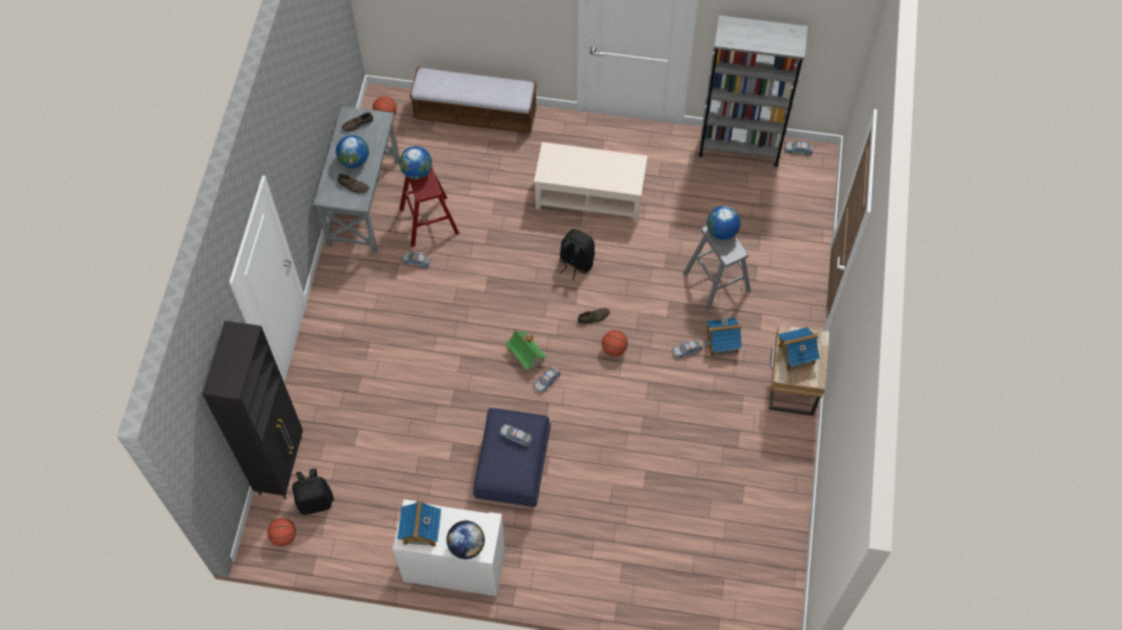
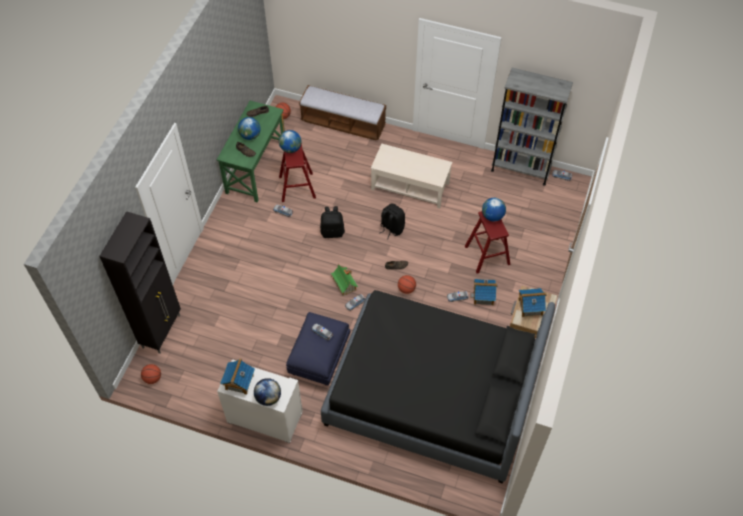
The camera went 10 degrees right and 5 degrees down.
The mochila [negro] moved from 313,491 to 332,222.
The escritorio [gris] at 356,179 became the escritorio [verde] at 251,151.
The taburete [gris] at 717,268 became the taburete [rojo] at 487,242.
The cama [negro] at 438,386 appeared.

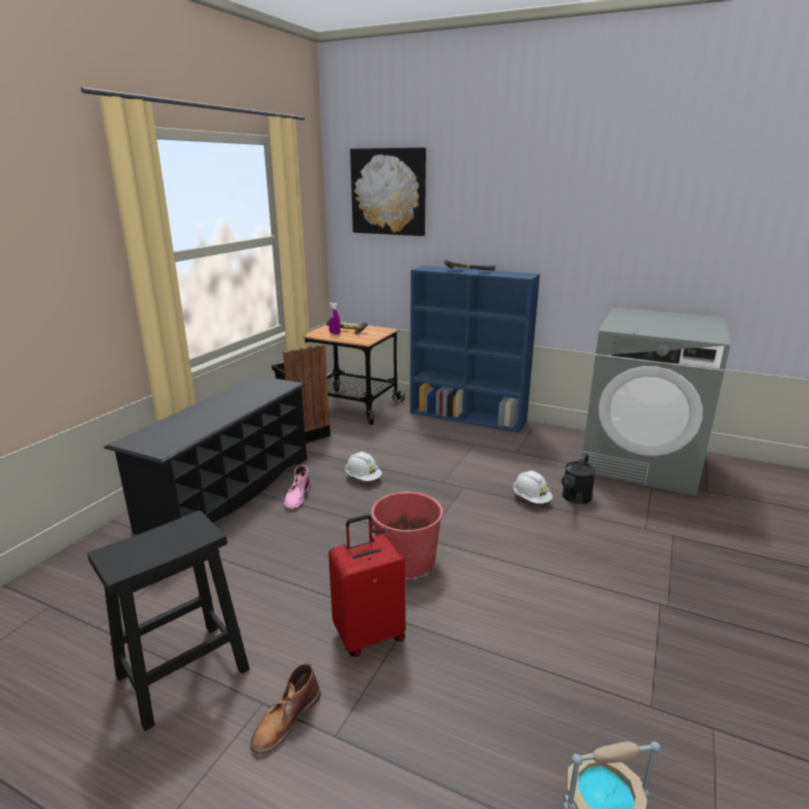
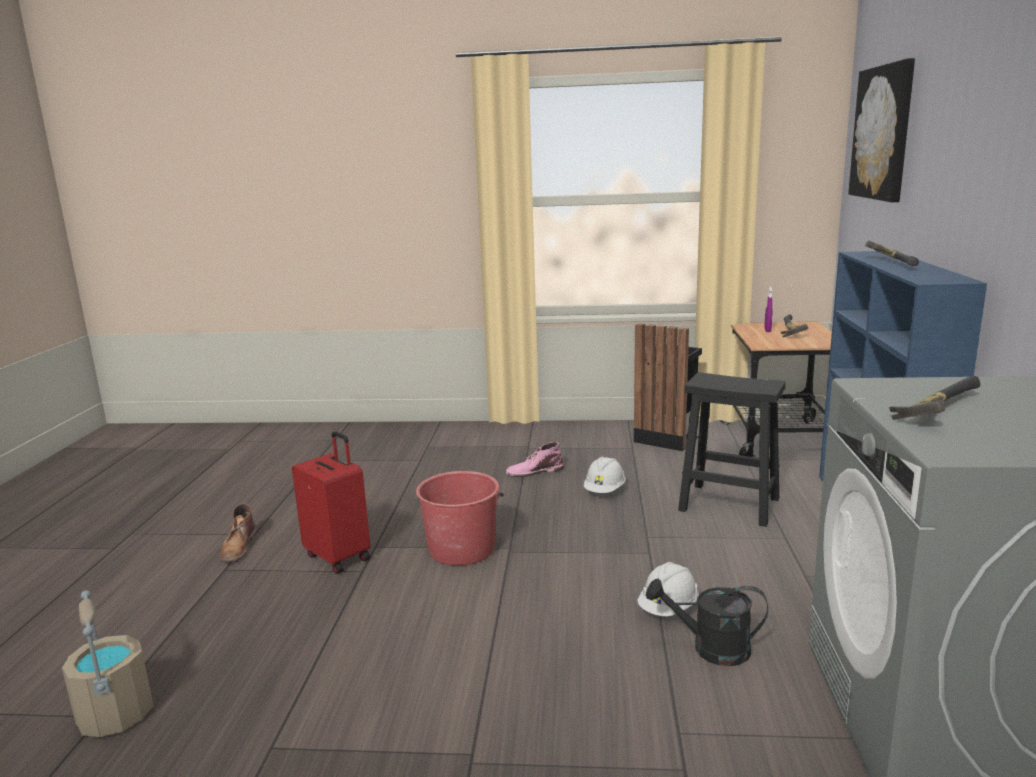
The camera went 70 degrees right and 5 degrees down.
The taburete [negro] moved from 168,621 to 732,449.
The zapatero [negro] at 205,455 disappeared.
The bota [marrón] at 285,708 turned 105 degrees counterclockwise.
The martillo at 934,398 appeared.

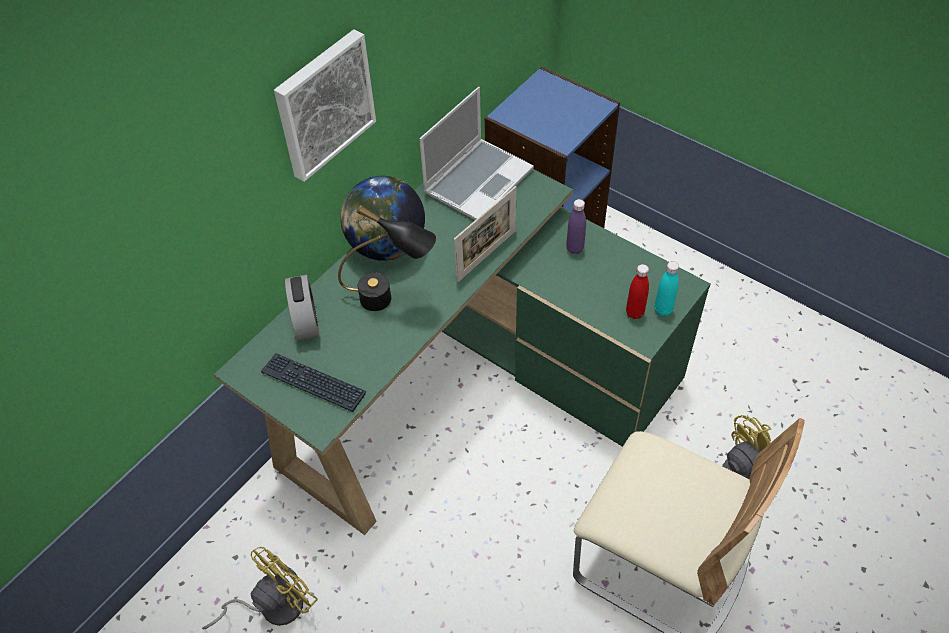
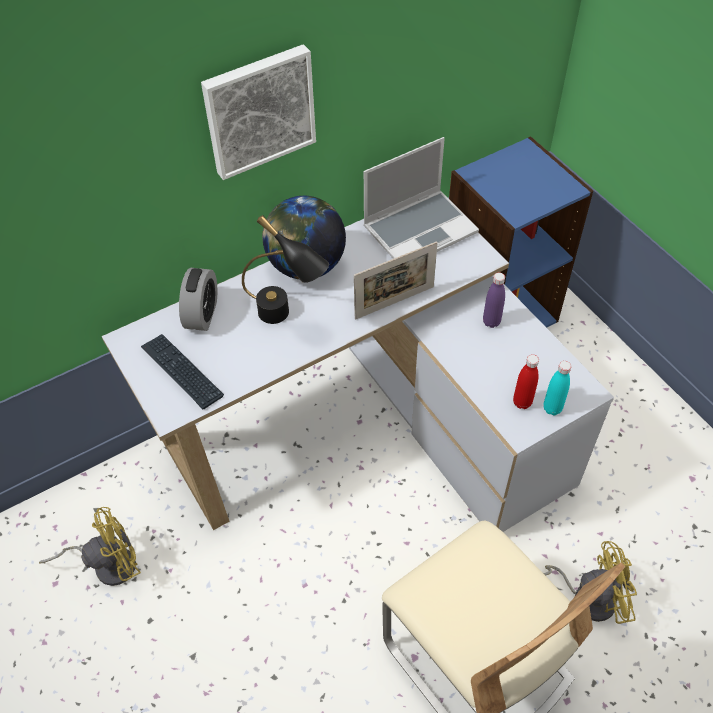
The camera went 20 degrees right and 0 degrees up.
The escritorio [verde] at 462,352 became the escritorio [blanco] at 358,375.

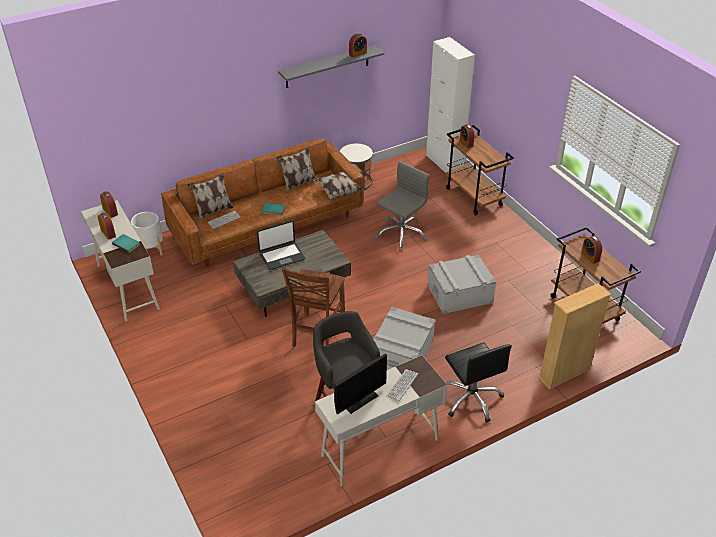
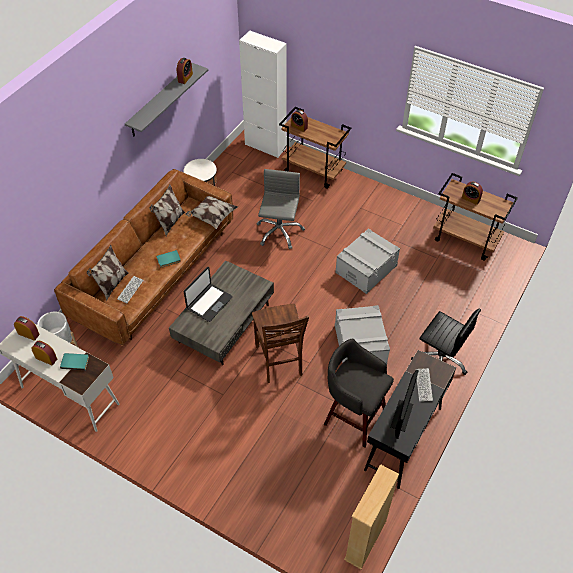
The camera went 30 degrees left and 10 degrees up.
The escritorio [blanco] at 381,420 became the escritorio [negro] at 410,419.
The estantería [beis] moved from 574,336 to 371,516.

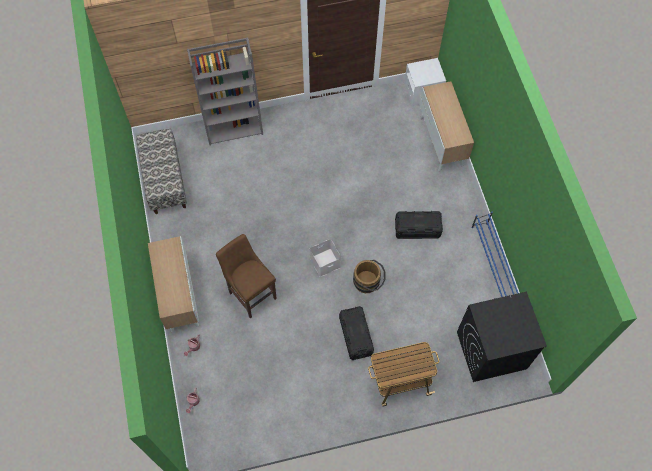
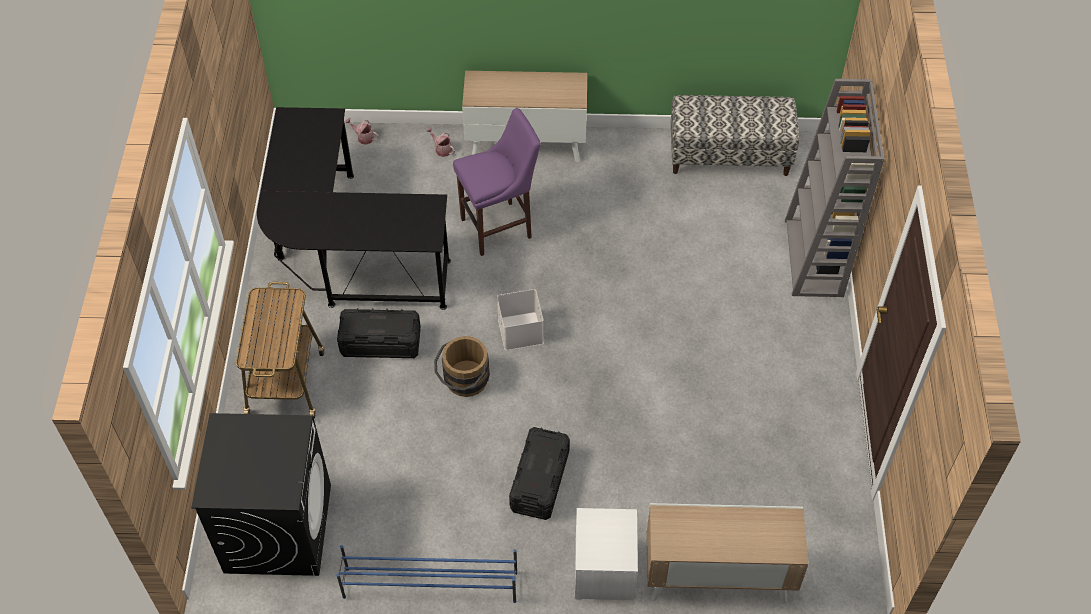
The camera went 105 degrees right and 10 degrees down.
The taburete [marrón] at 246,276 became the taburete [morado] at 497,182.
The mesita de noche [blanco] moved from 425,82 to 606,554.
The escritorio [negro] at 354,208 appeared.

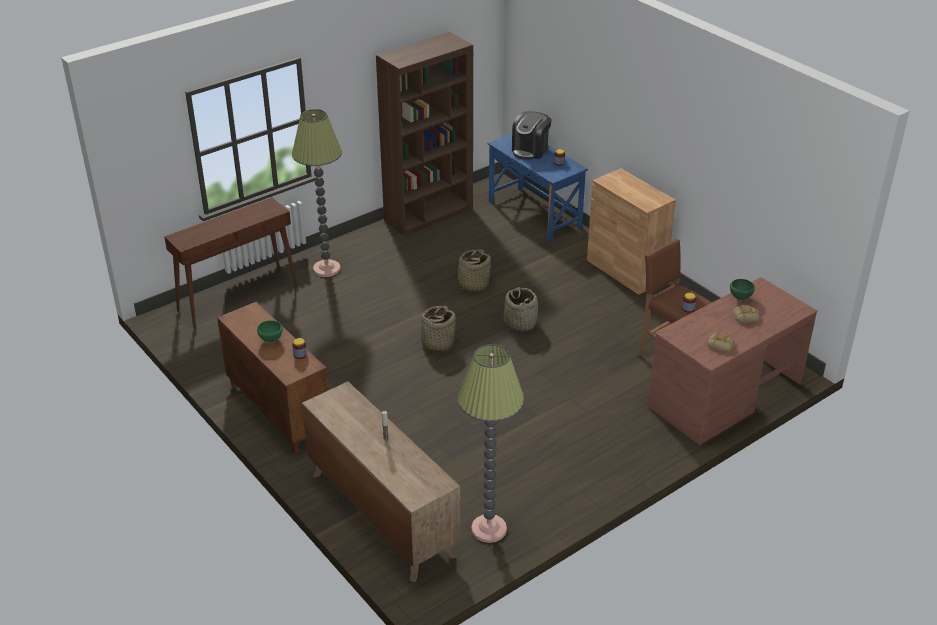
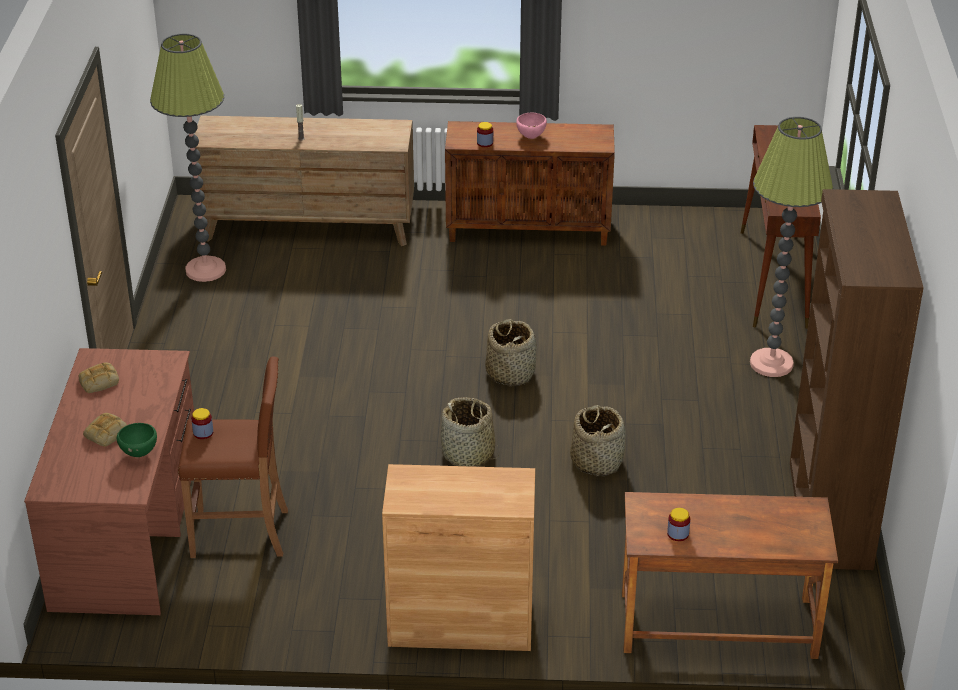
The camera went 130 degrees right and 0 degrees up.
The cuenco [verde] at 270,331 became the cuenco [rosa] at 531,126.
The escritorio [azul] at 538,188 became the escritorio [marrón] at 730,575.
The cafetera at 531,135 disappeared.

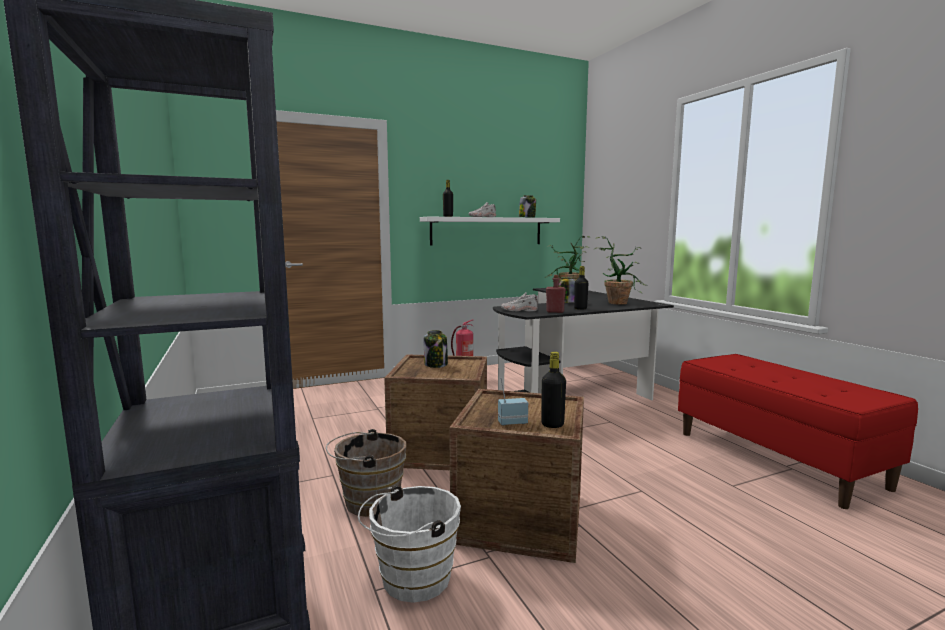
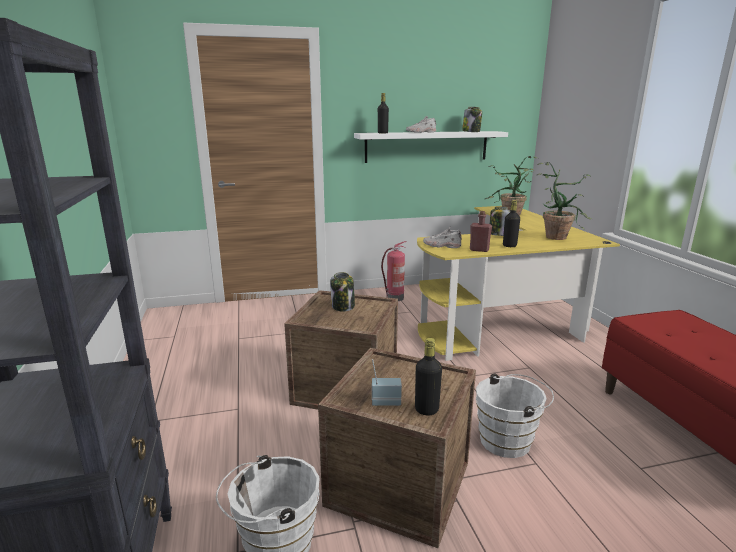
The camera went 10 degrees right and 10 degrees up.
The cubo [marrón] at 366,473 disappeared.
The escritorio [negro] at 583,344 became the escritorio [amarillo] at 518,283.
The cubo [blanco] at 515,415 appeared.

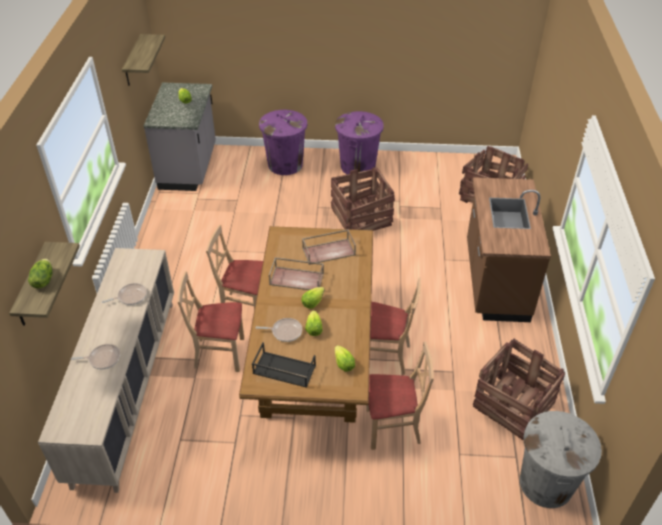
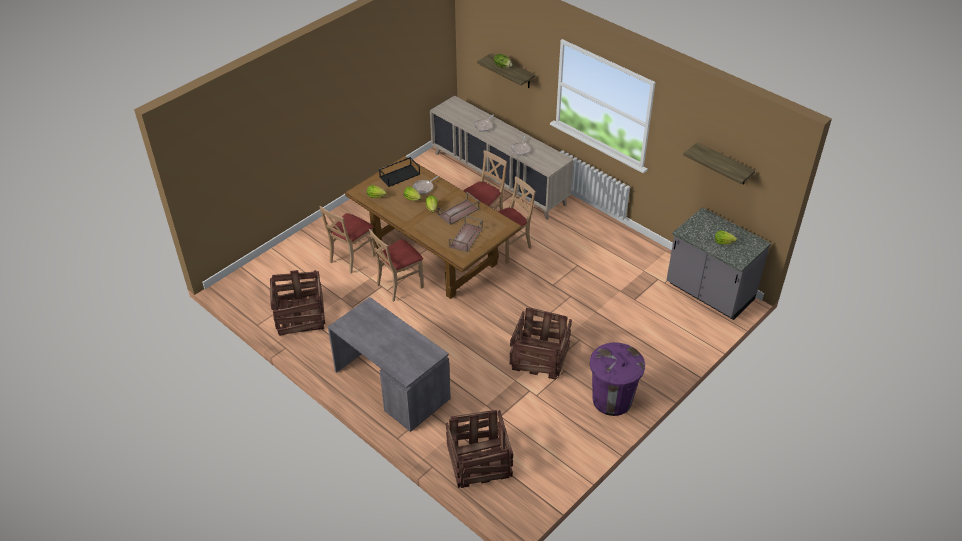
The camera went 130 degrees right and 0 degrees up.
The papelera [morado] at 283,142 disappeared.
The mueble bajo de cocina [marrón] at 509,249 was replaced by the escritorio [gris] at 389,364.
The papelera [gris] at 561,459 disappeared.

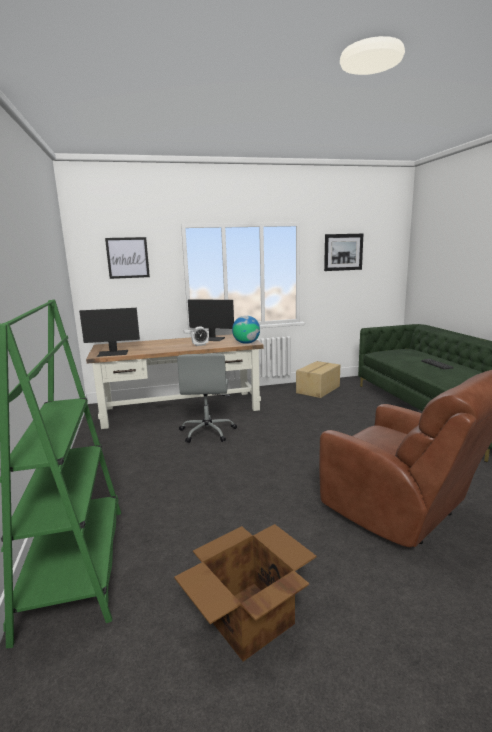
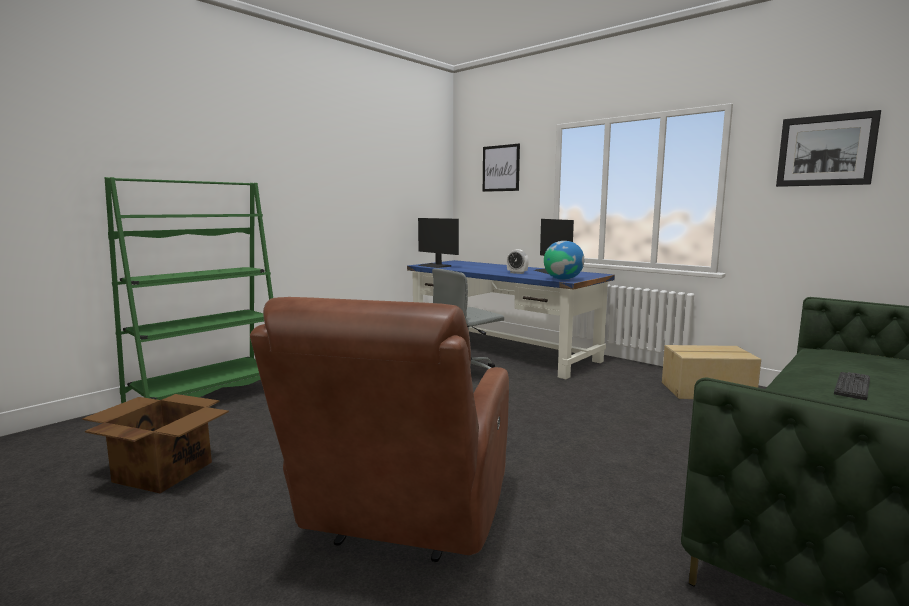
The camera went 55 degrees right and 5 degrees down.
The escritorio [marrón] at 175,381 became the escritorio [azul] at 511,319.

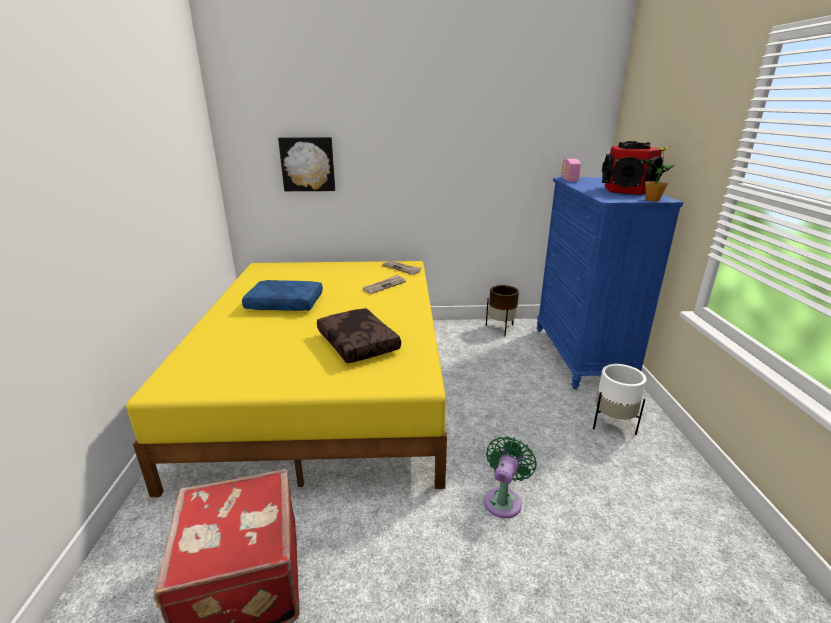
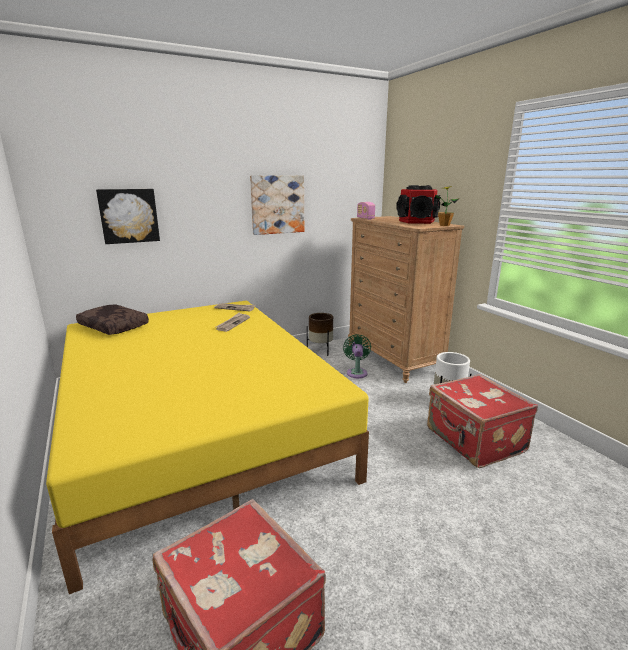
The camera went 25 degrees left and 5 degrees down.
The cojín [azul] at 282,295 disappeared.
The cojín [marrón] moved from 359,335 to 112,319.
The ventilador [verde] moved from 510,477 to 357,356.
The cómoda [azul] at 610,283 became the cómoda [marrón] at 406,299.
The cuadro at 277,205 appeared.
The maleta [rojo] at 482,421 appeared.

